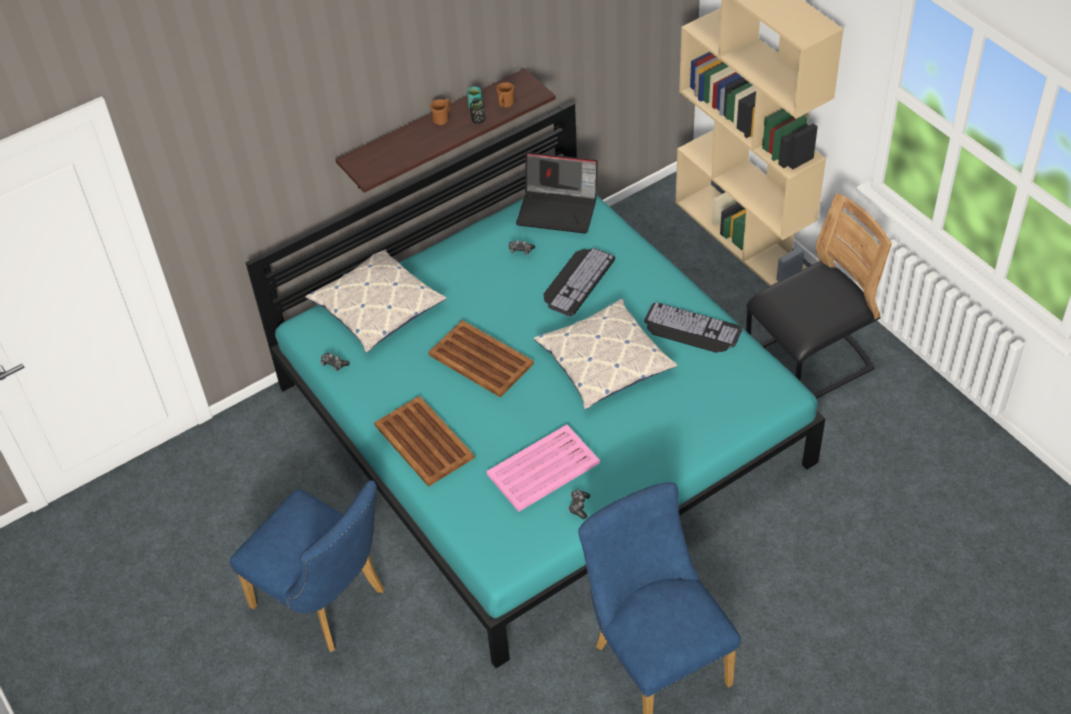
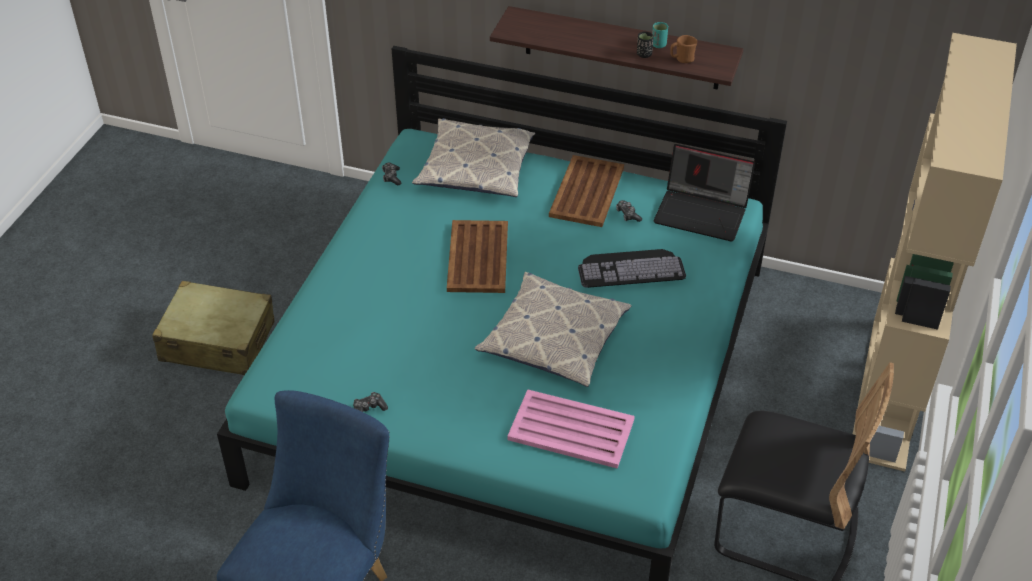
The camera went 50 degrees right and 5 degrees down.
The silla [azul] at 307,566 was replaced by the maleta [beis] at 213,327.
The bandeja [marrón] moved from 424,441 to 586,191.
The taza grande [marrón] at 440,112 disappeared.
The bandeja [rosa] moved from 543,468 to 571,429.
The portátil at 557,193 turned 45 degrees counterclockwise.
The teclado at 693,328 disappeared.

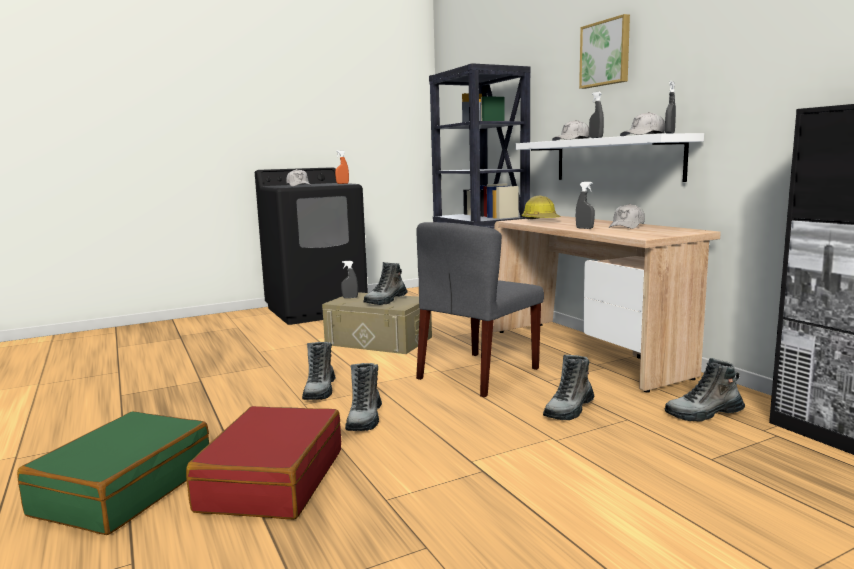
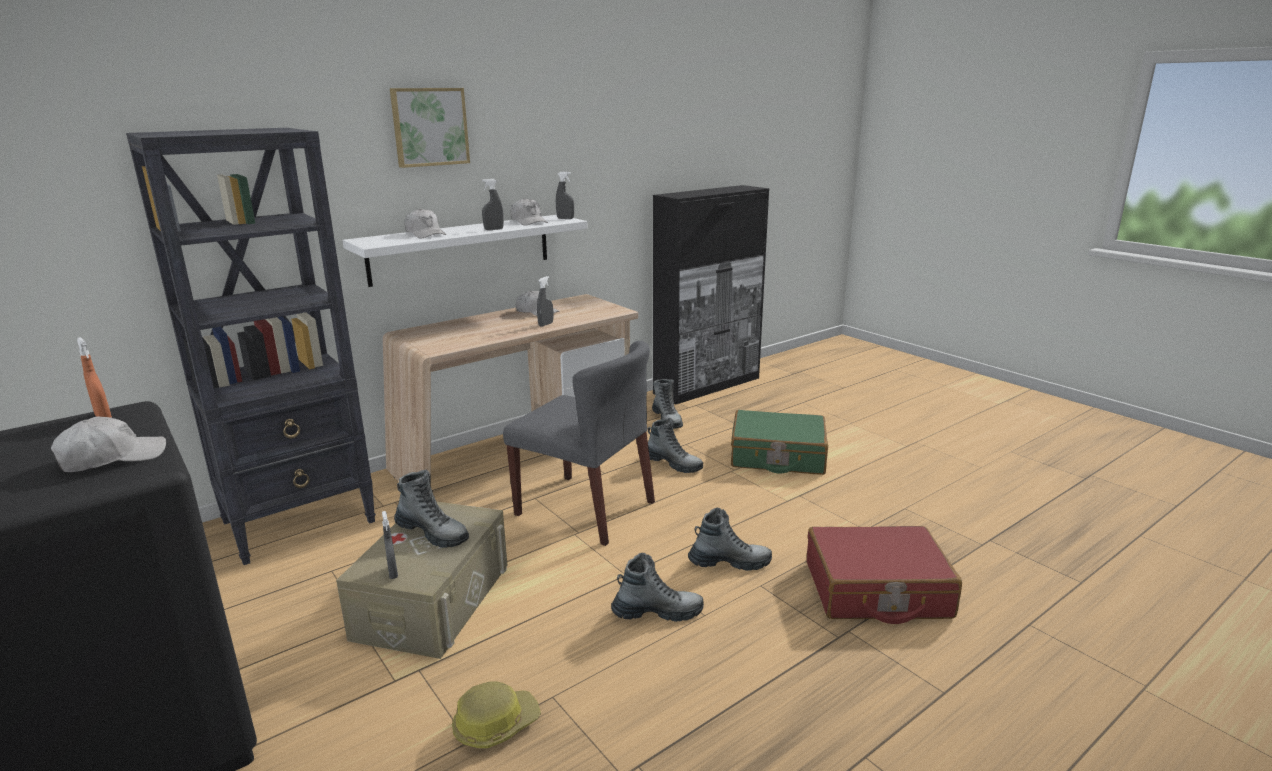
The camera went 100 degrees left and 10 degrees up.
The maleta [verde] moved from 113,473 to 779,442.
The casco moved from 541,207 to 496,714.

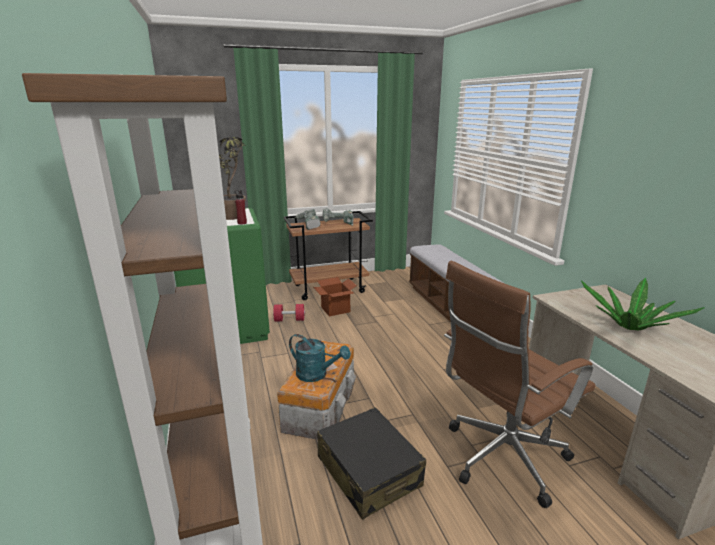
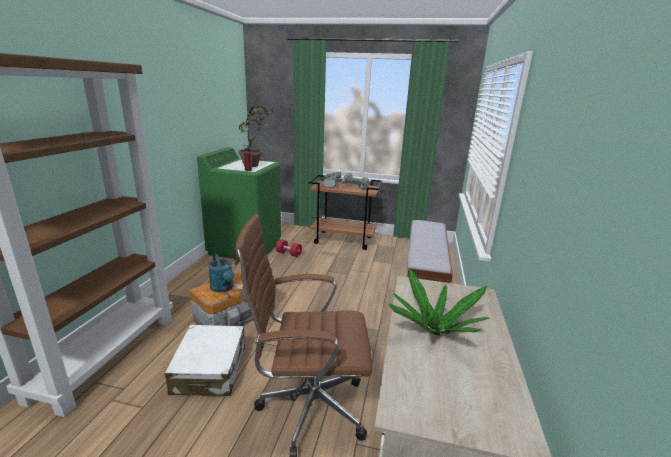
The camera went 30 degrees right and 0 degrees up.
The caja de cartón at 335,297 disappeared.
The maleta [negro] at 371,463 became the maleta [blanco] at 205,360.

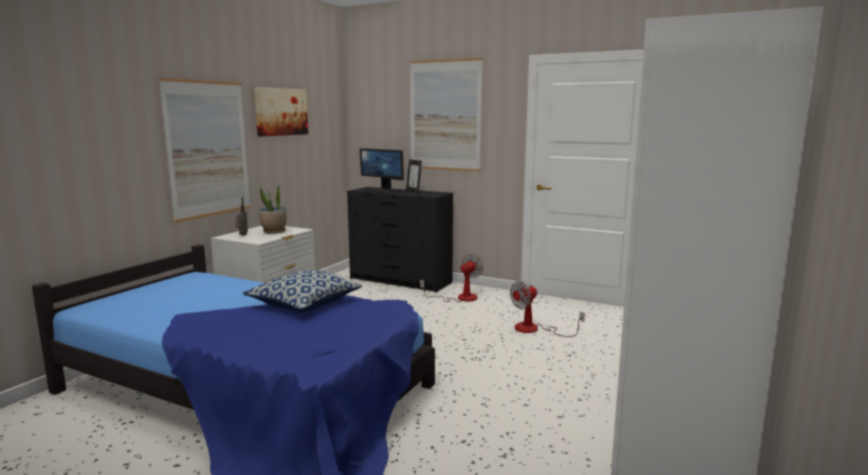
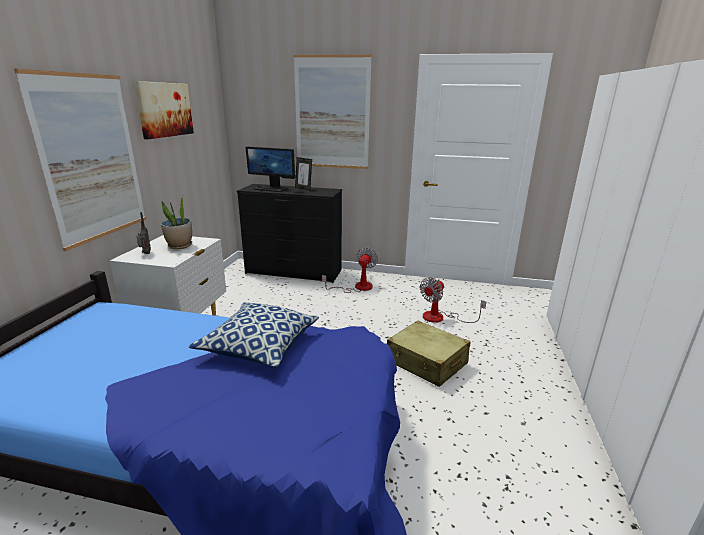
The camera went 15 degrees left and 10 degrees up.
The maleta [beis] at 428,353 appeared.

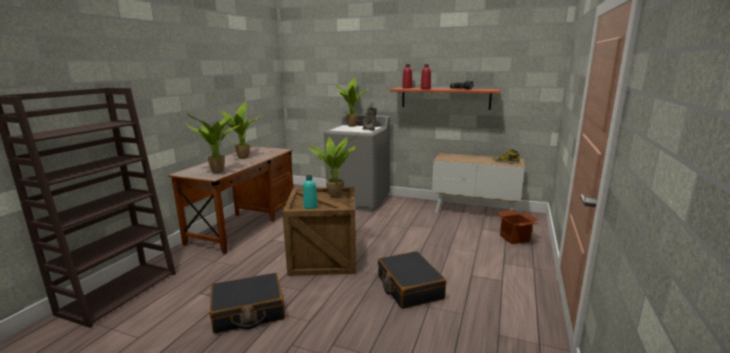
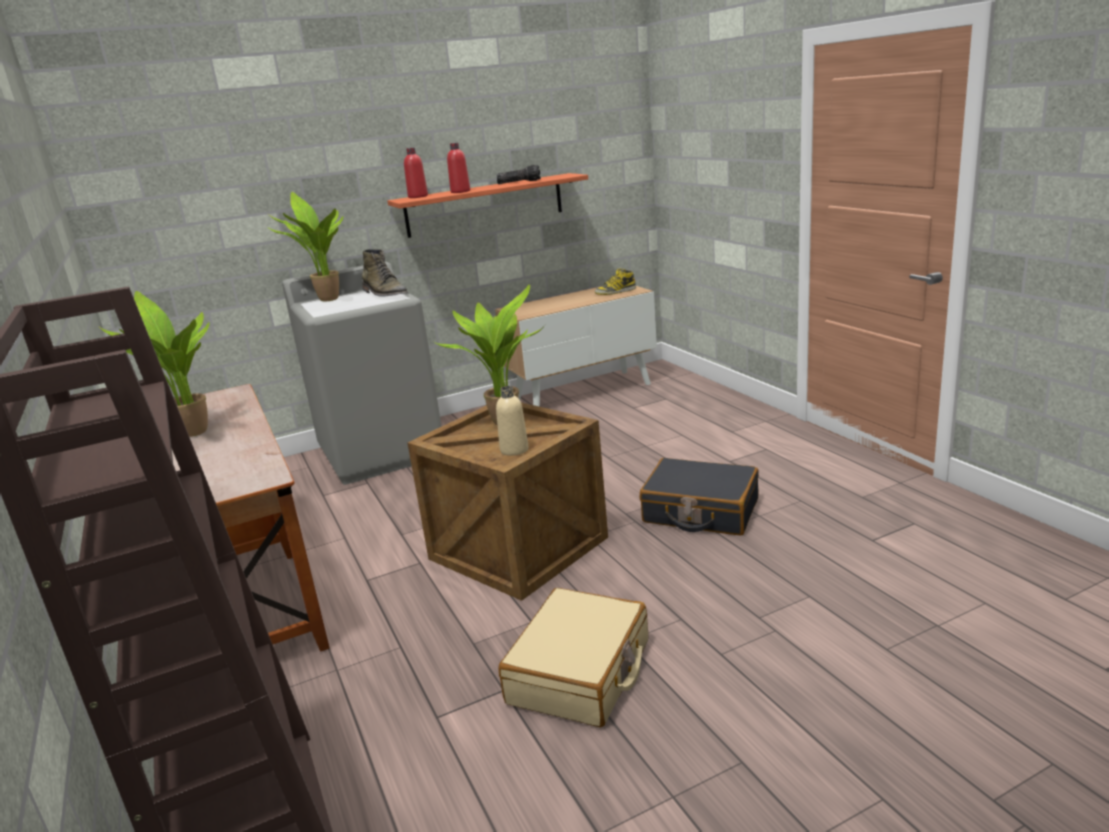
The camera went 45 degrees left and 5 degrees up.
The planta en maceta at 213,143 disappeared.
The maleta [negro] at 247,303 became the maleta [beis] at 573,657.
The botella [turquesa] at 310,192 became the botella [beis] at 512,421.
The caja de cartón at 518,227 disappeared.

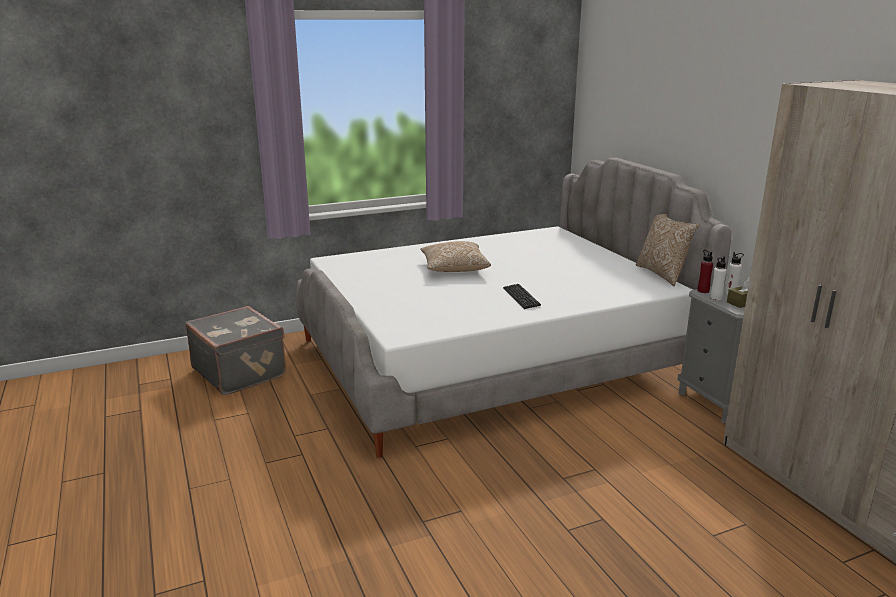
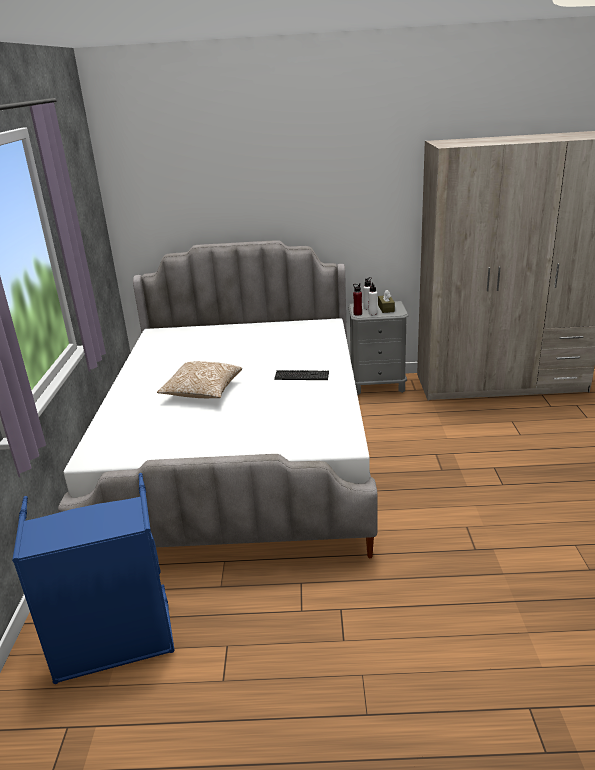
The camera went 65 degrees left and 5 degrees up.
The maleta [gris] at 235,350 was replaced by the cesto de la ropa [azul] at 93,578.
The cojín at 668,250 disappeared.

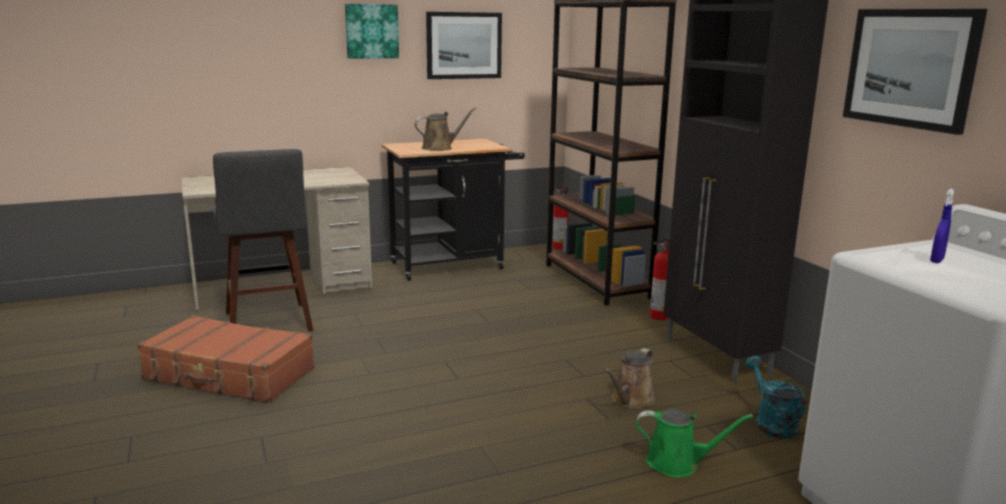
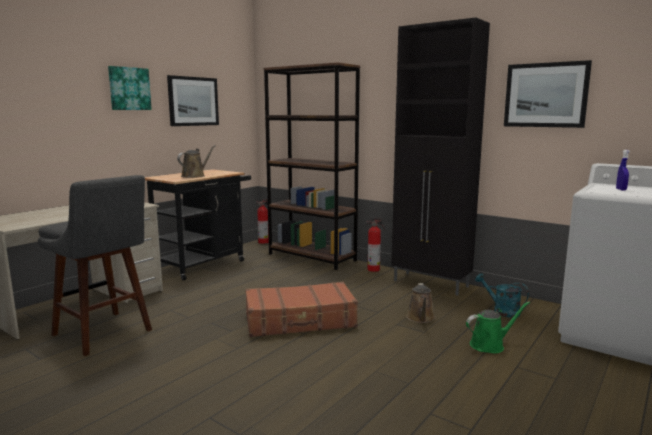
The camera went 30 degrees left and 5 degrees down.
The maleta [marrón] moved from 225,359 to 301,309.

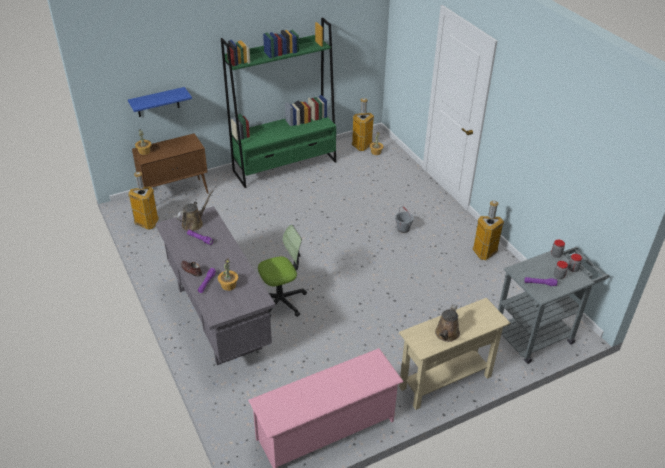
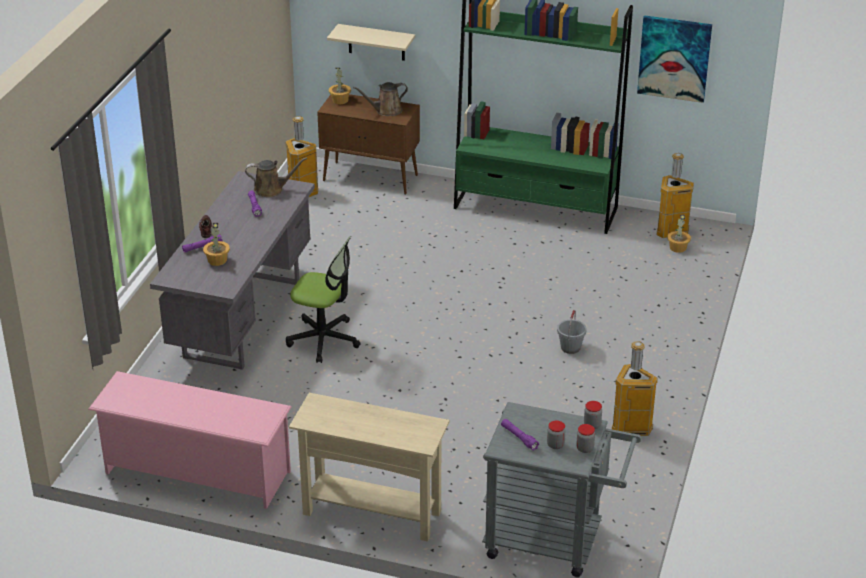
The camera went 45 degrees right and 5 degrees down.
The estante [azul] at 160,102 became the estante [beis] at 371,42.
The regadera [marrón] moved from 447,323 to 380,99.
The cuadro at 674,59 appeared.

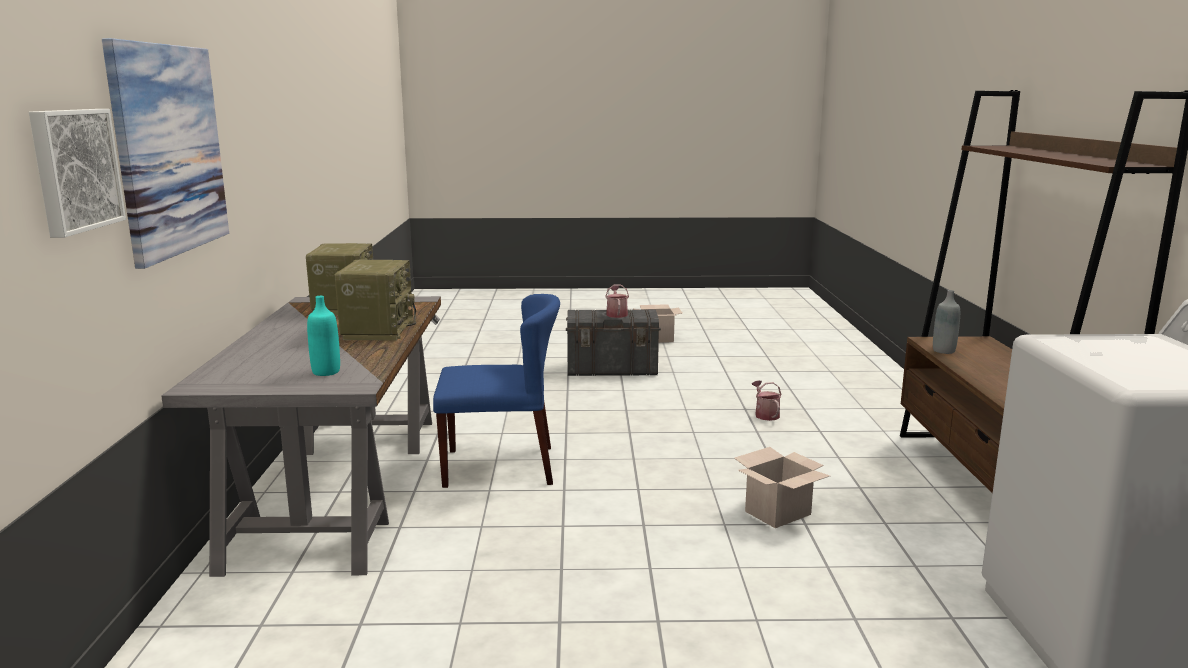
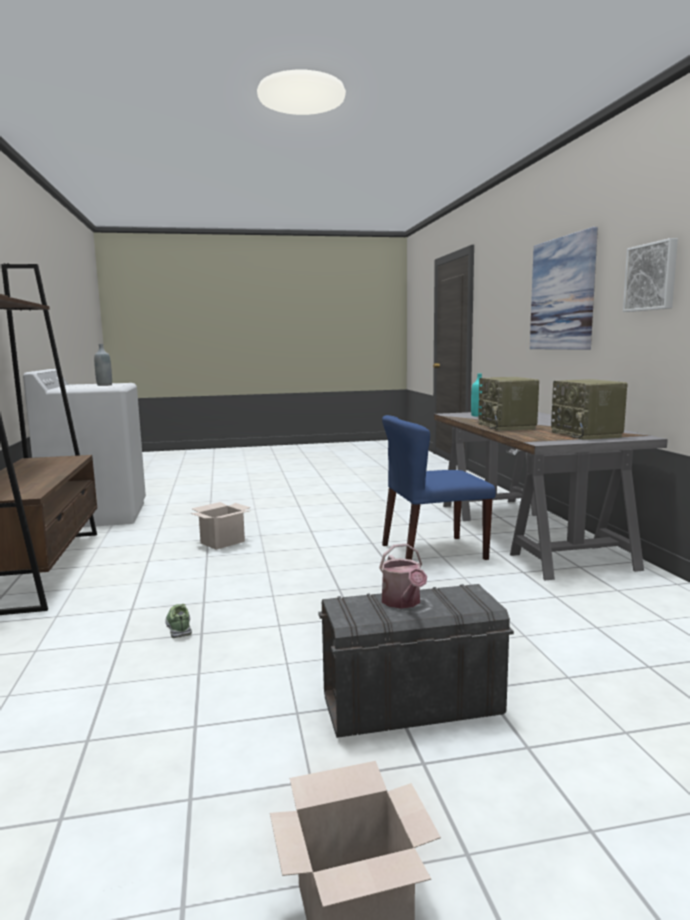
The camera went 170 degrees right and 5 degrees down.
The cuadro moved from 77,173 to 650,275.
The regadera at 766,400 was replaced by the zapato at 178,621.
The botella [gris] moved from 946,322 to 103,365.

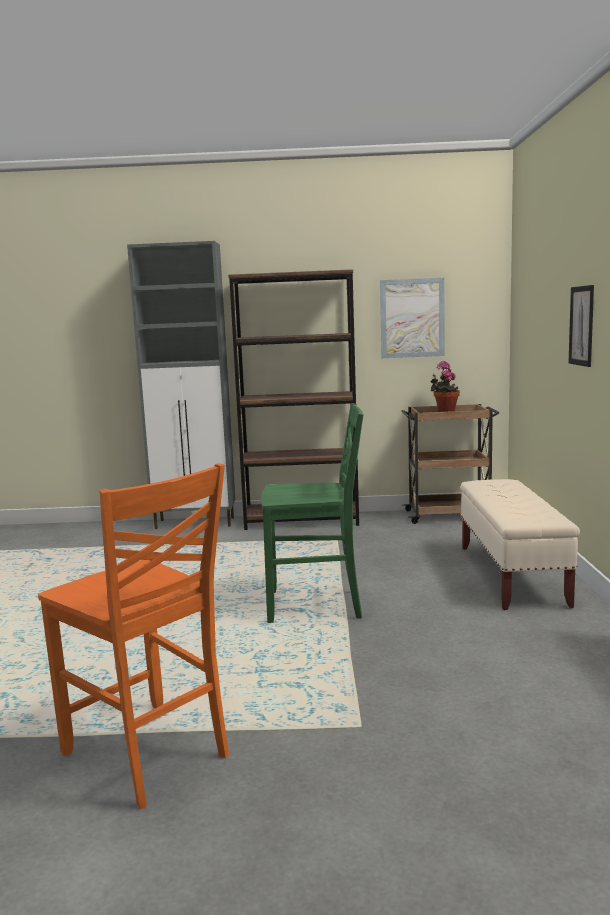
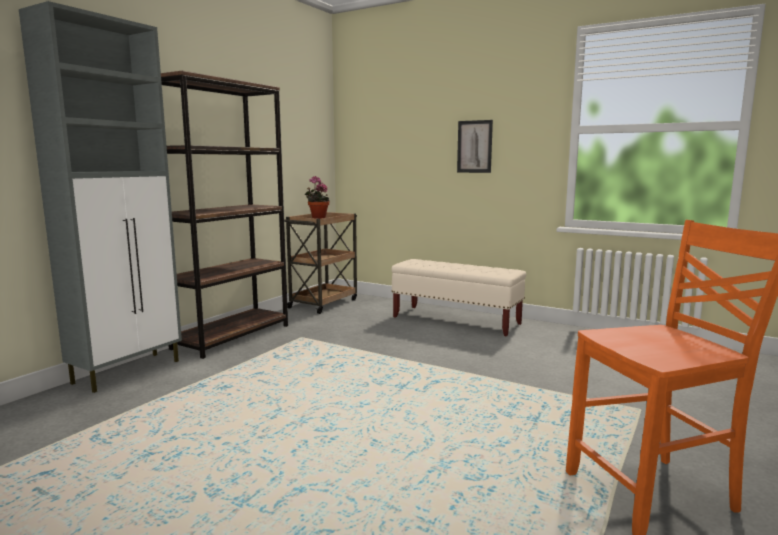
The camera went 60 degrees left and 0 degrees up.
The silla [verde] at 312,513 disappeared.
The cuadro at 412,318 disappeared.

